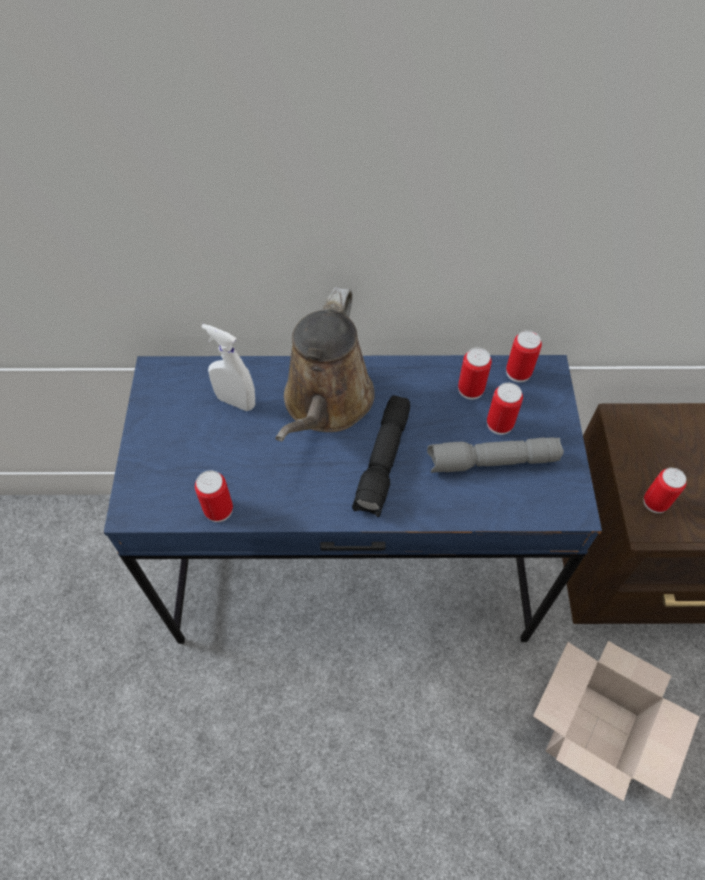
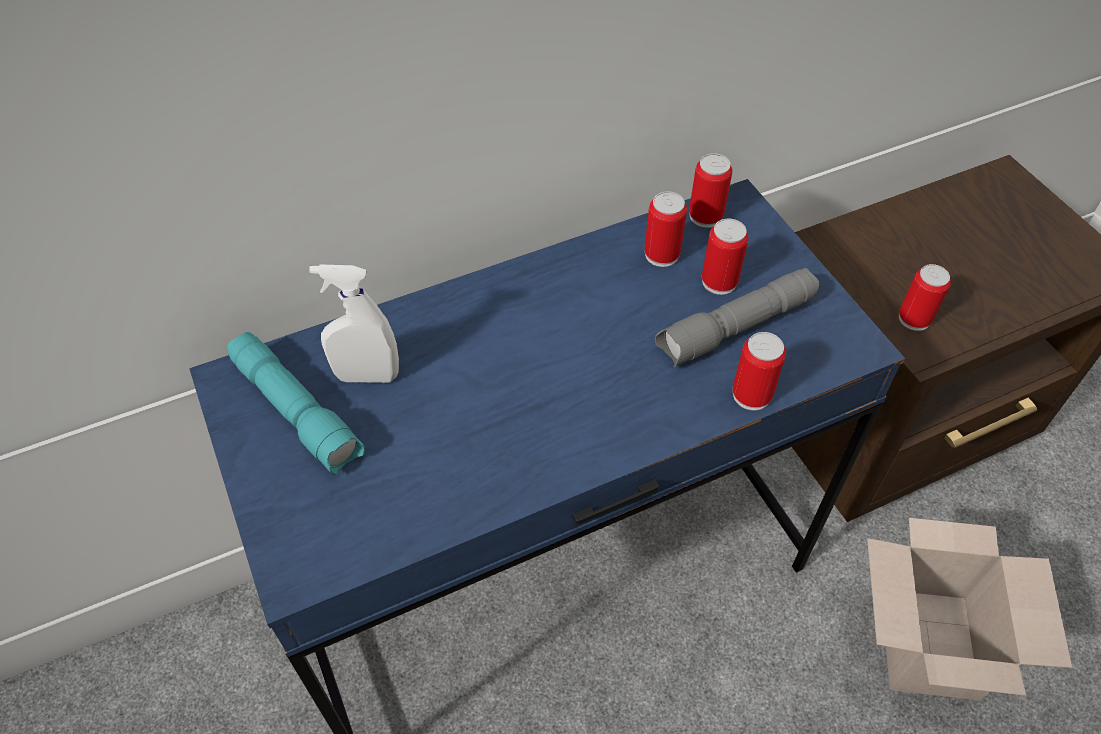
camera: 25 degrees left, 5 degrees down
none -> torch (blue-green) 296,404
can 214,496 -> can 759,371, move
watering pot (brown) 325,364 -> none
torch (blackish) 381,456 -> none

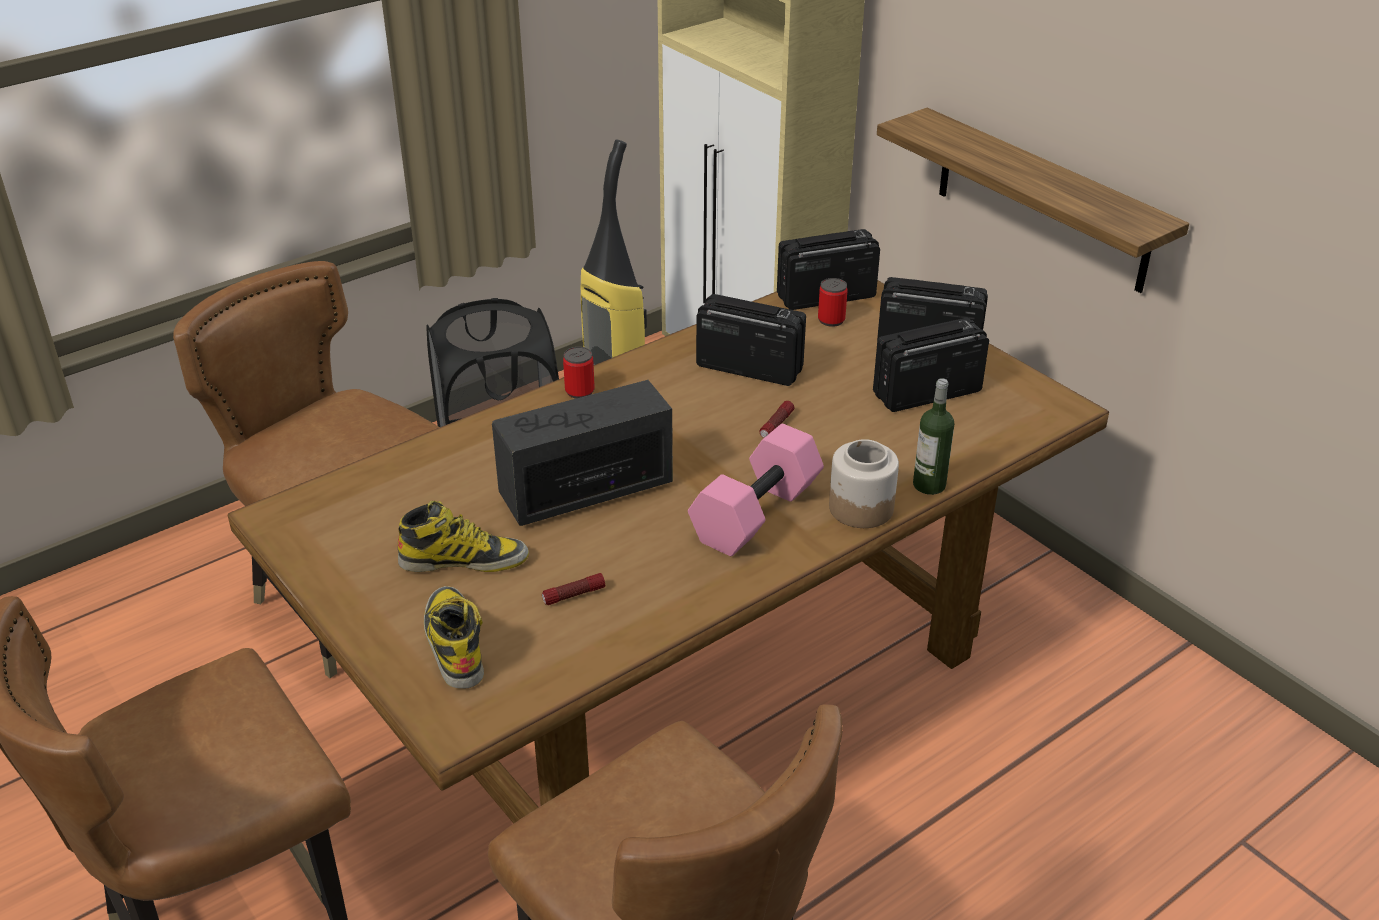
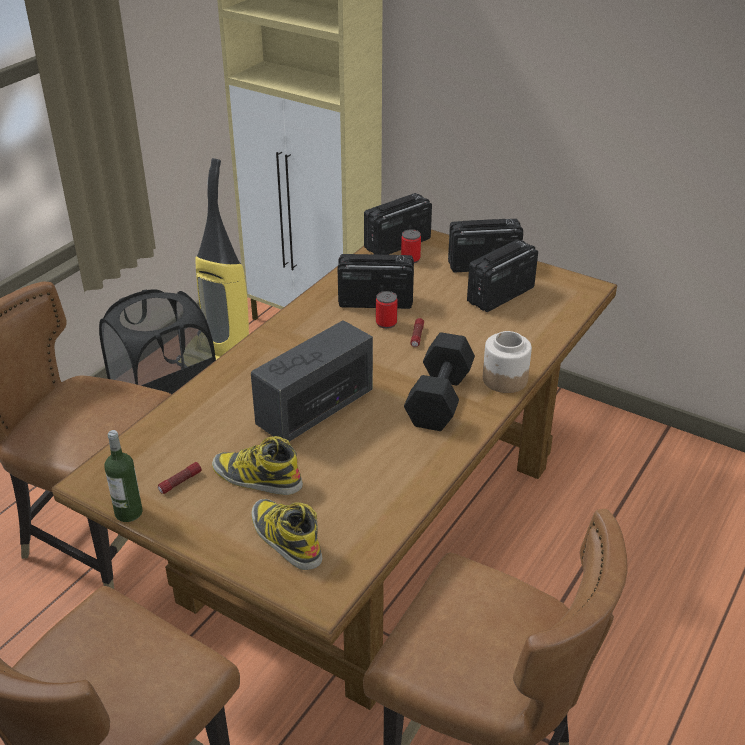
camera: 20 degrees left, 0 degrees up
bottle 933,436 -> bottle 123,476, move
torch 573,589 -> torch 180,478, move
high-top boot 463,536 -> high-top boot 257,465, 135 degrees counterclockwise
can 579,373 -> can 387,310, move
dumbbell (pink) 756,490 -> dumbbell (blackish) 439,381
shelf 1033,200 -> none

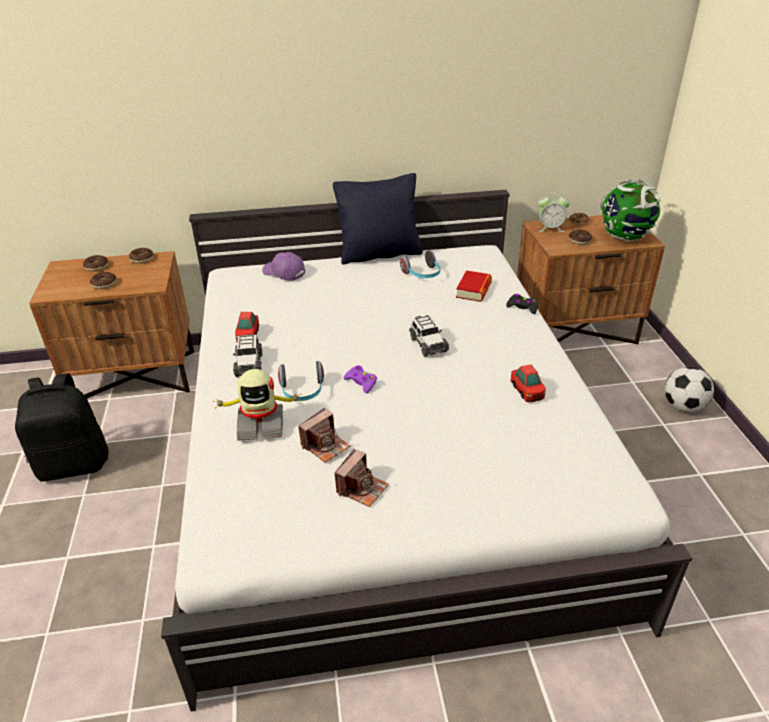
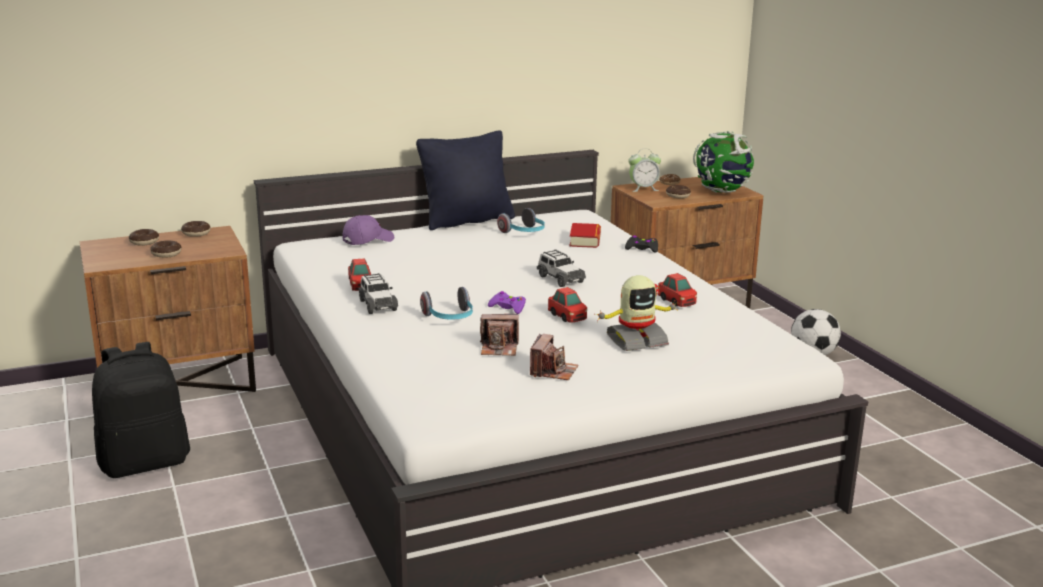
camera: 15 degrees left, 15 degrees down
peaked cap (purple-coloured) 283,266 -> peaked cap (purple-coloured) 368,230, 120 degrees clockwise
still camera 324,435 -> still camera 499,335, 60 degrees clockwise
none -> model car 567,304
toy robot 257,405 -> toy robot 637,313, move

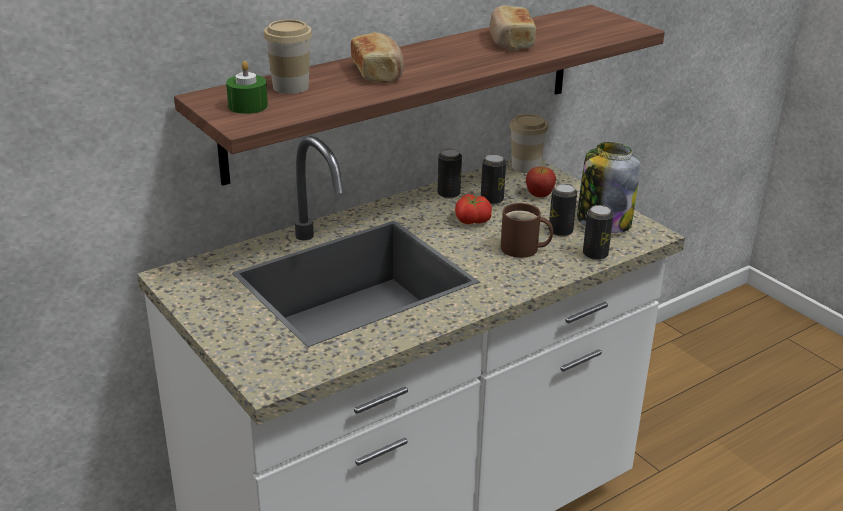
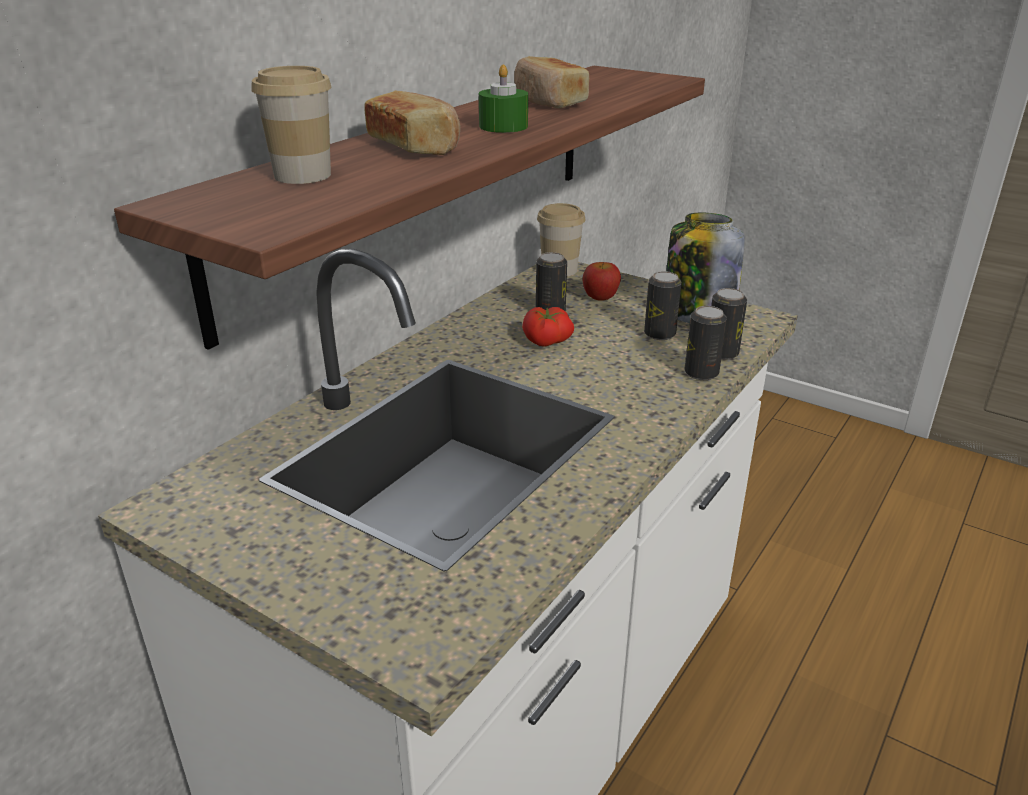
camera: 20 degrees left, 0 degrees up
wax candle (greenish) 247,87 -> wax candle (greenish) 503,98, move
can 450,173 -> can 705,343, move
tea mug (brown) 527,230 -> none

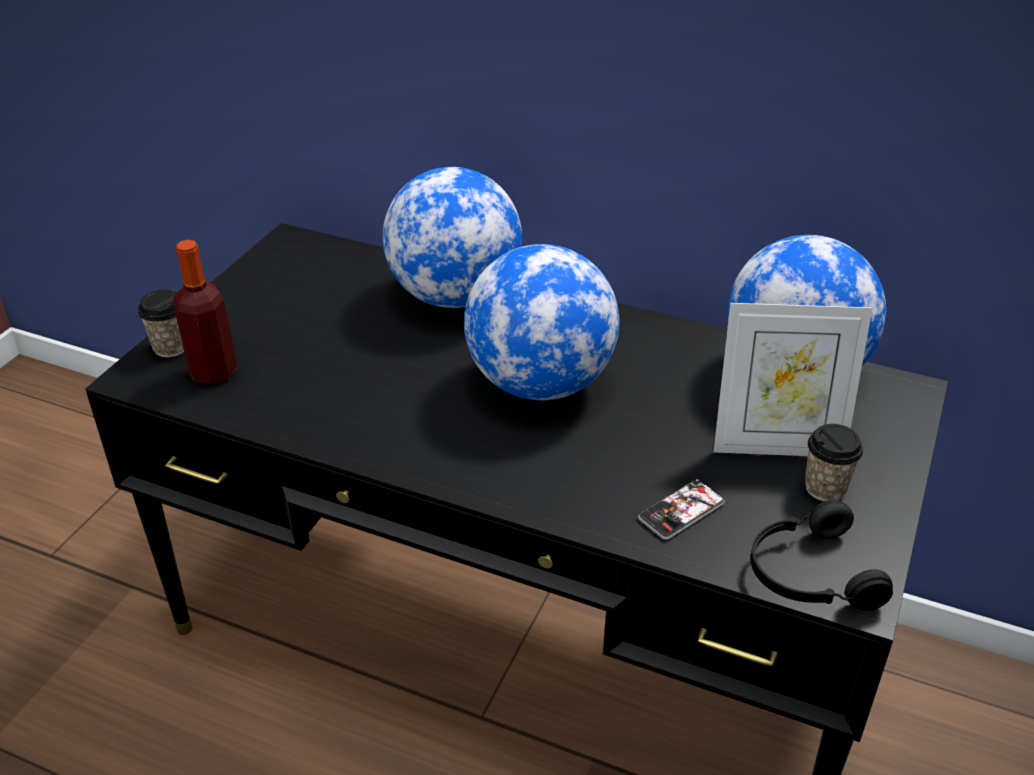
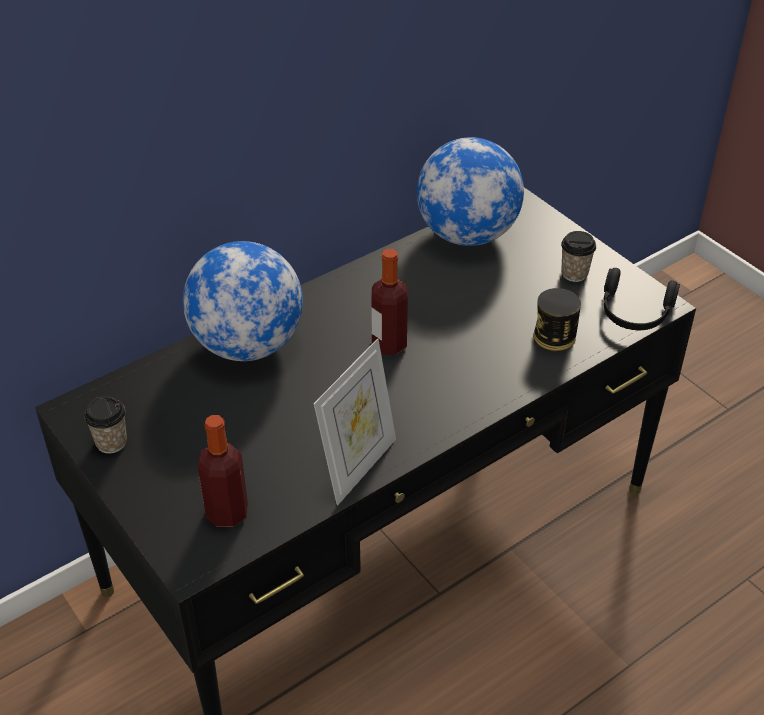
camera: 60 degrees left, 5 degrees up
cup 161,323 -> cup 105,425, move
standing frame 793,379 -> standing frame 355,421, move
globe 541,322 -> bottle 389,302
handset 681,509 -> can 557,319

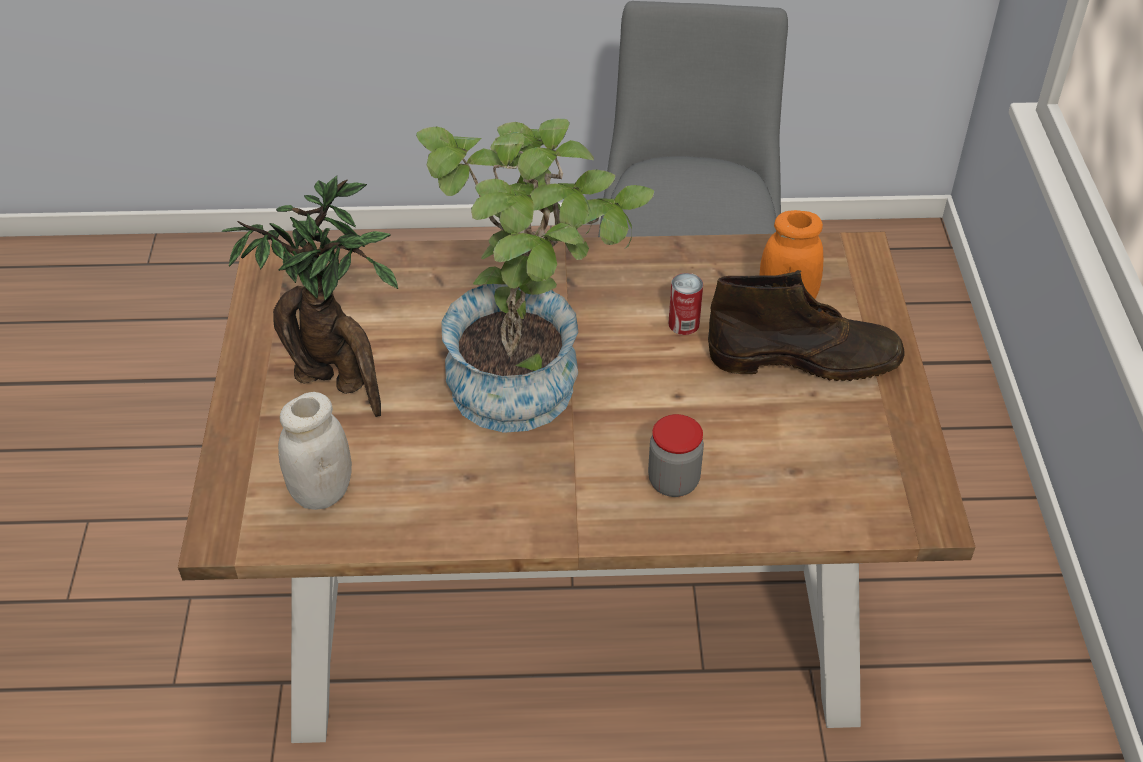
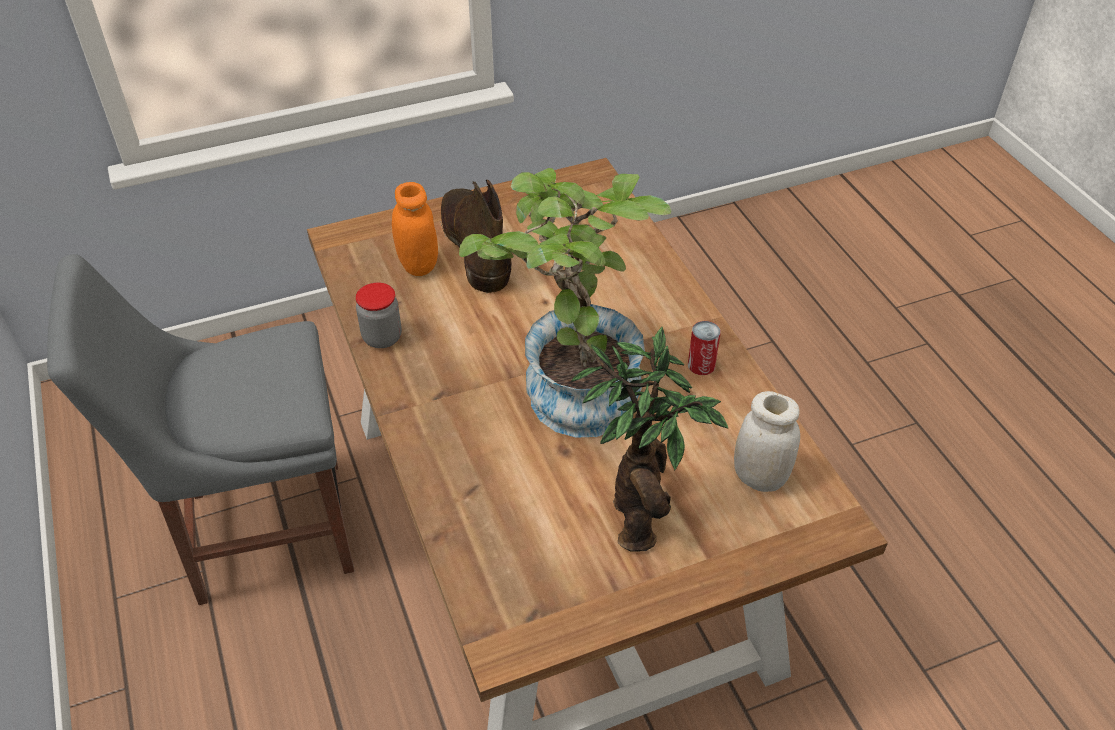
camera: 110 degrees left, 0 degrees up
preserve jar 676,455 -> preserve jar 379,315, move
can 685,304 -> can 704,348, move

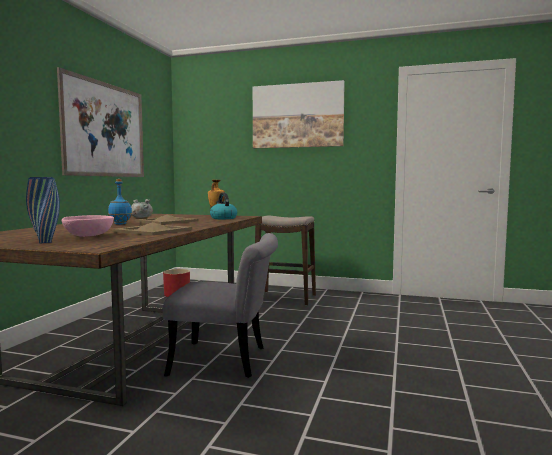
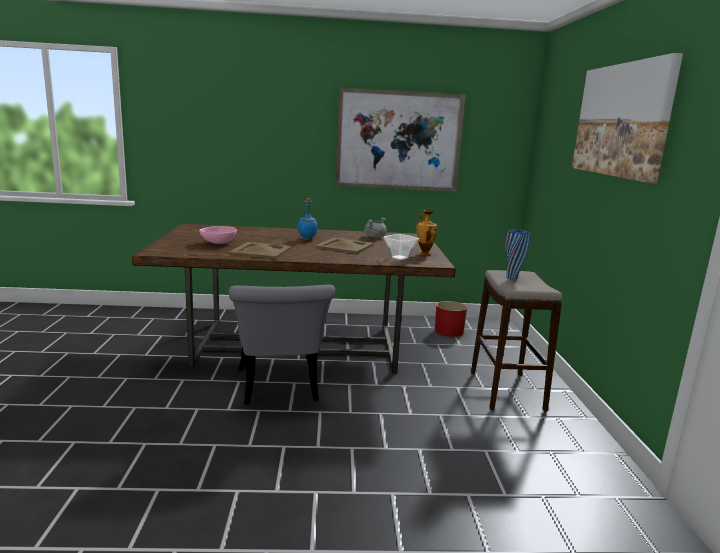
camera: 70 degrees right, 10 degrees up
water kettle 223,206 -> deep dish 401,247
flower vase (blue-coloured) 43,210 -> flower vase (blue-coloured) 517,254, move

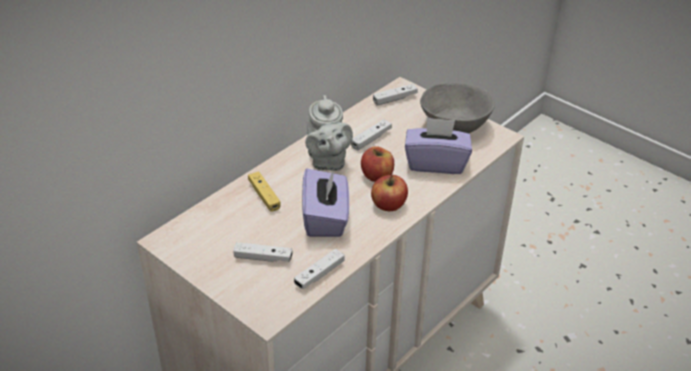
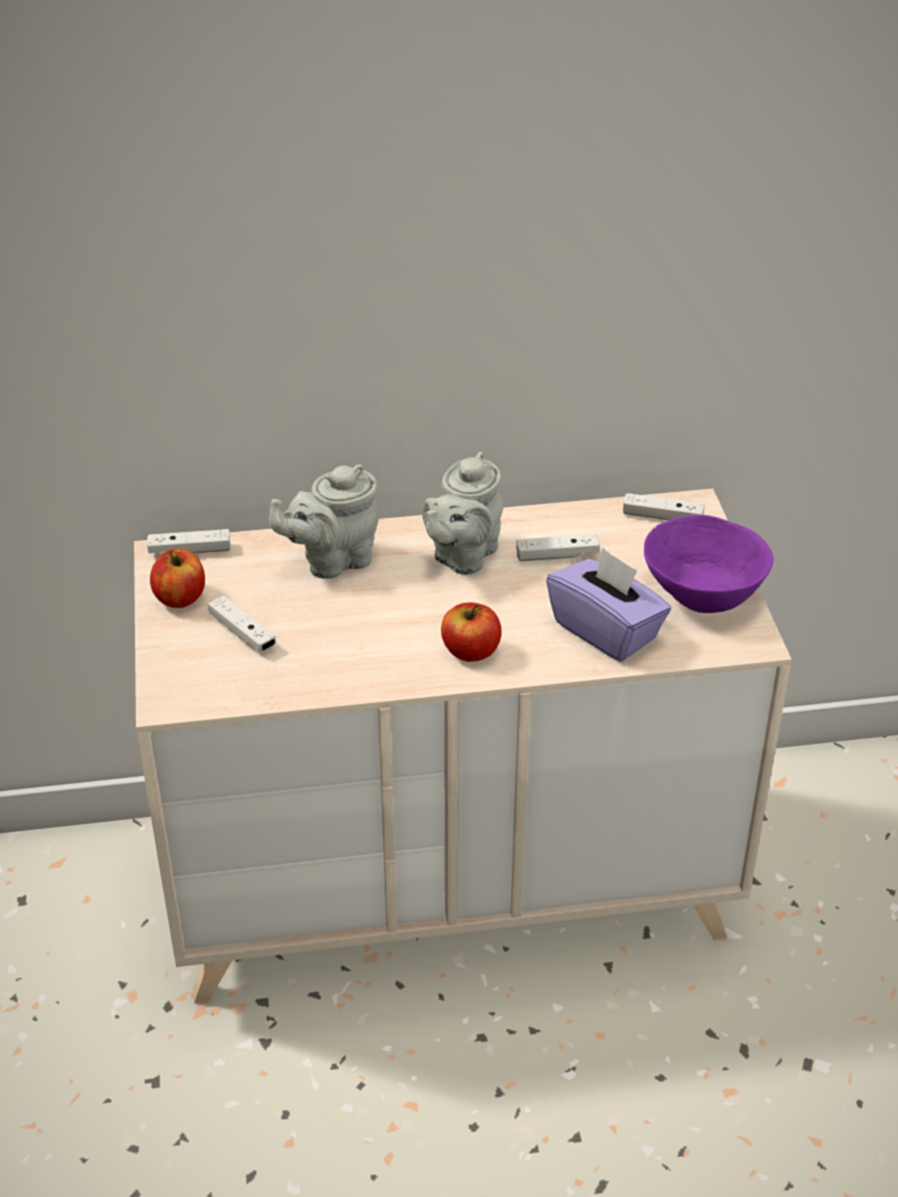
camera: 40 degrees right, 0 degrees up
gamepad (whitish) 319,269 -> gamepad (whitish) 189,541, move
apple 377,164 -> apple 177,578, move
gamepad (yellowish) 264,191 -> tea pot (greyish) 324,521
deep dish (greyish) 457,108 -> deep dish (purple-coloured) 708,564
tissue box (purple-coloured) 325,203 -> none

